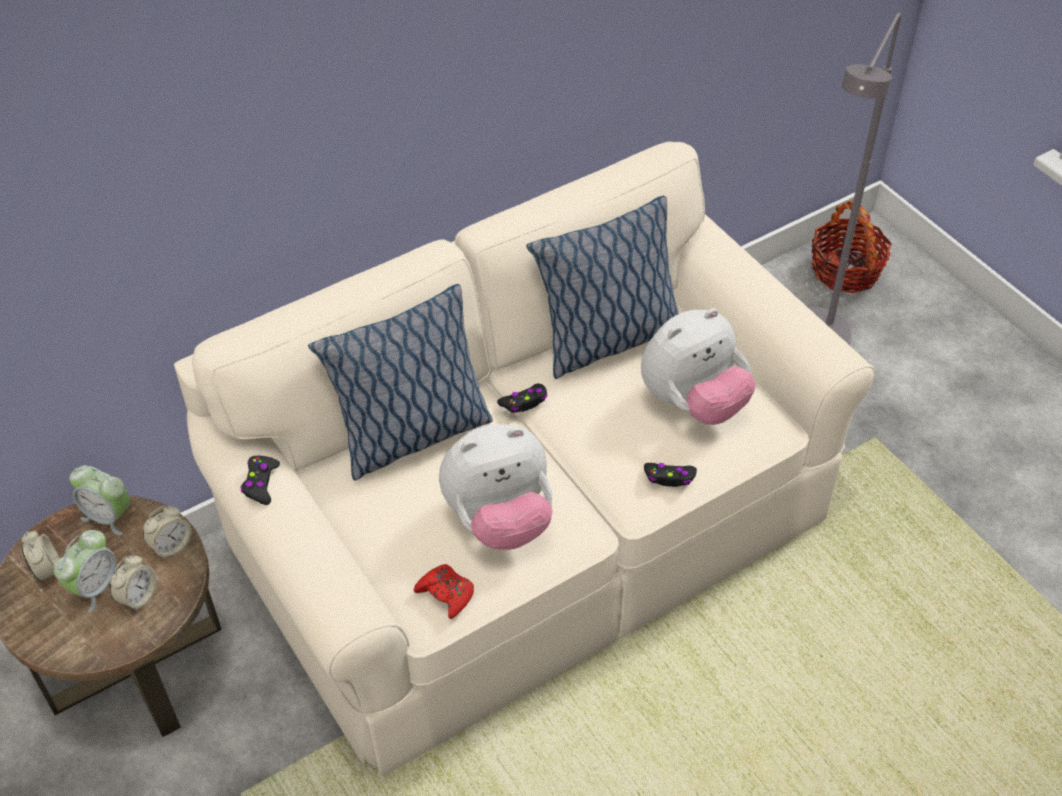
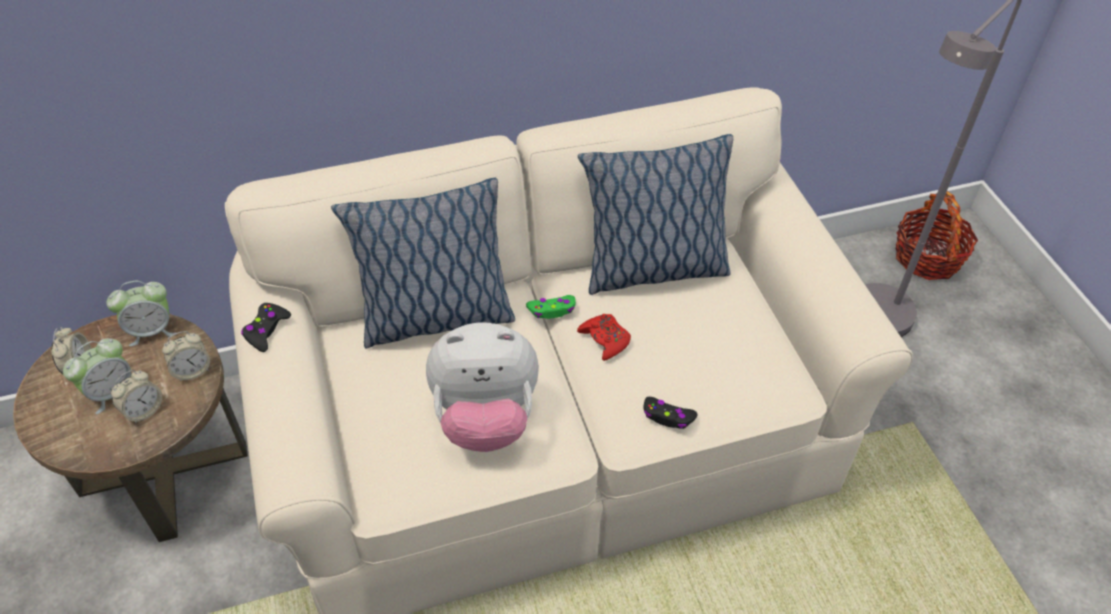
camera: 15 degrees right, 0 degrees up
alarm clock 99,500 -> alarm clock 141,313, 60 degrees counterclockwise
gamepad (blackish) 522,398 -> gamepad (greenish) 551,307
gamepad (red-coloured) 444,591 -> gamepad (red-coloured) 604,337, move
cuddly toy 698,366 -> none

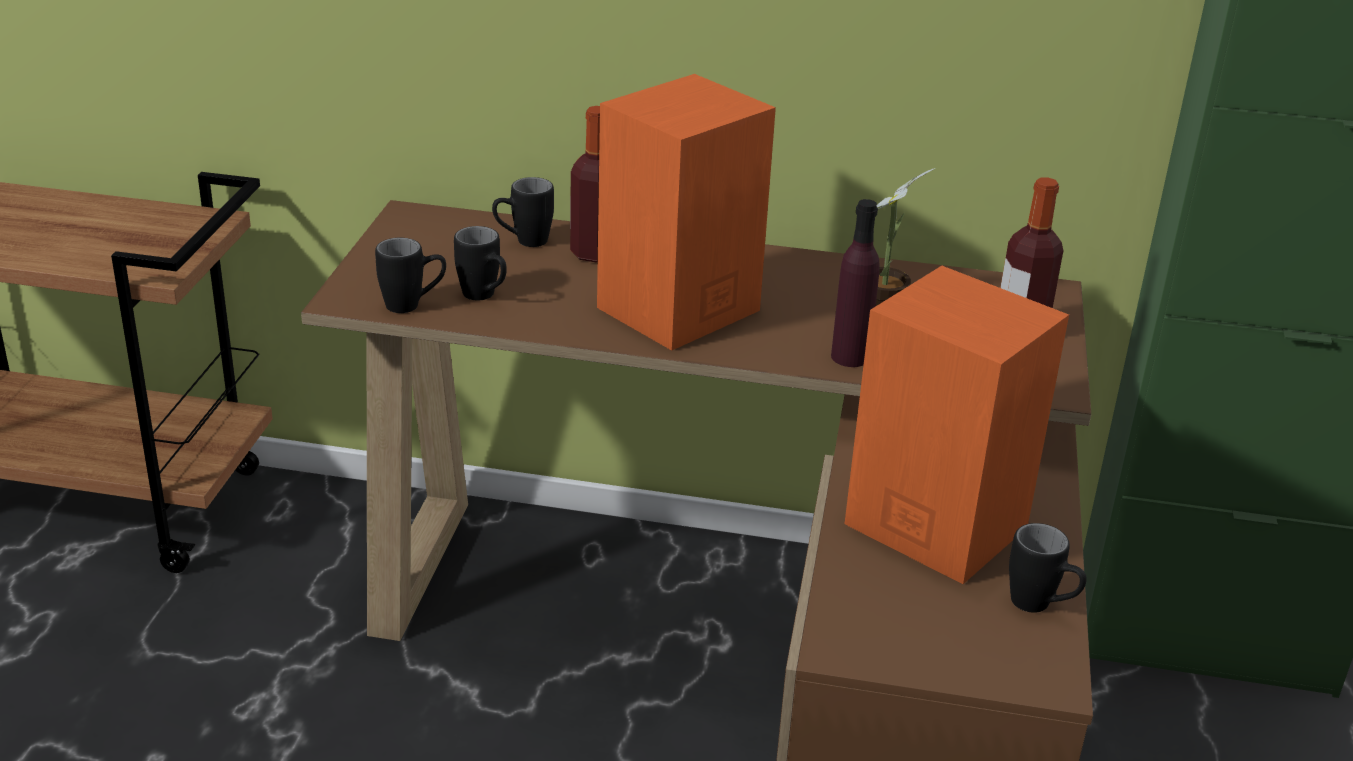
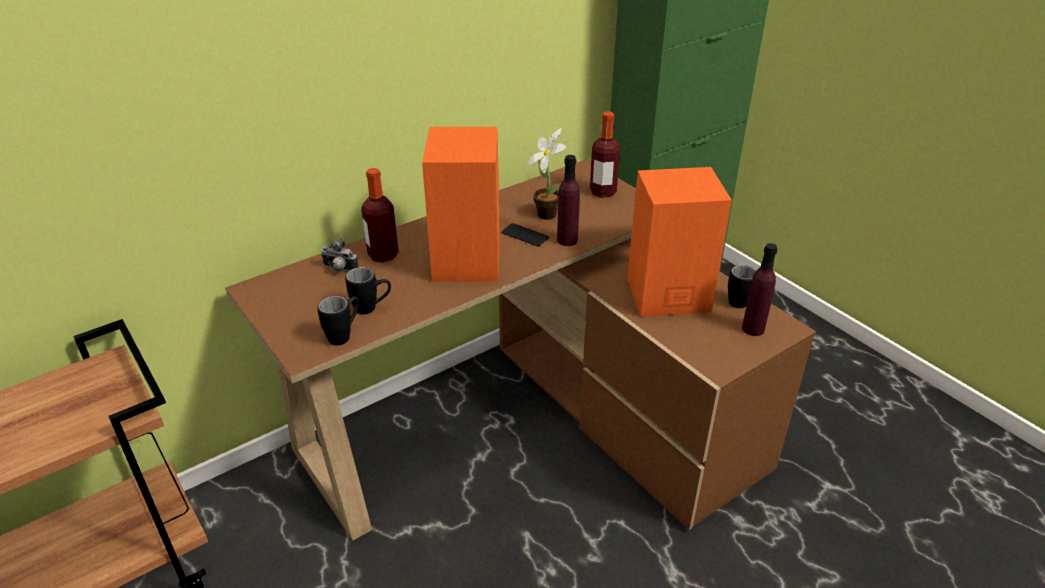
camera: 45 degrees left, 5 degrees up
tea mug (blackish) 523,212 -> still camera 339,255
none -> handset 525,234
none -> bottle (purple-coloured) 760,289

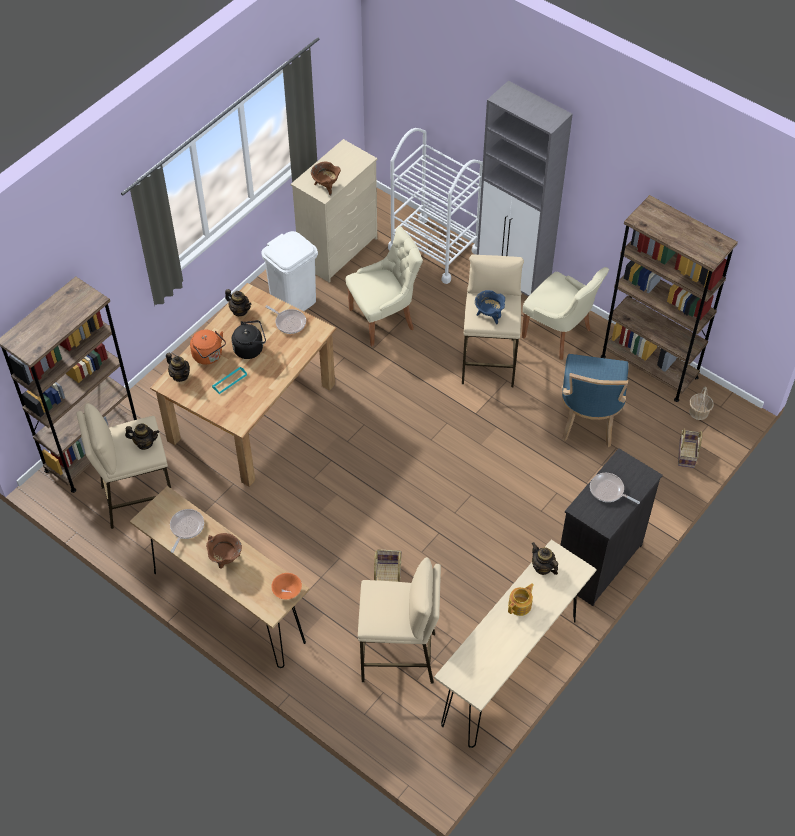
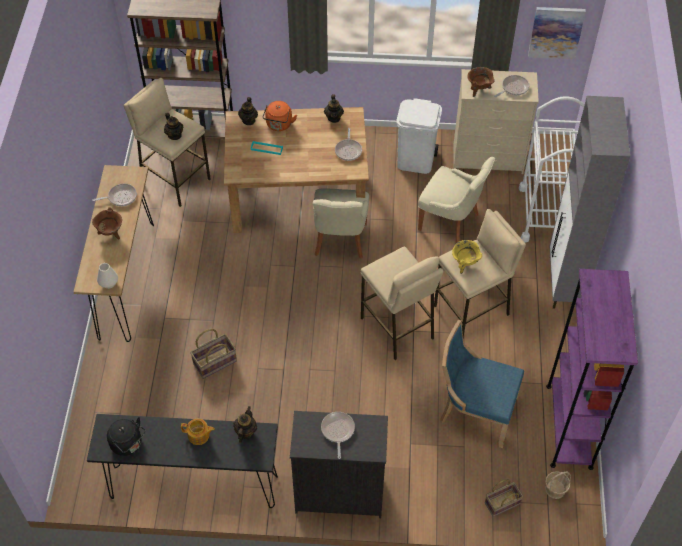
camera: 55 degrees right, 0 degrees up
hall table (beige-coloured) 515,644 -> hall table (blackish) 182,461
deep dish (orange-coloured) 286,586 -> flower vase (whitish) 107,276
water kettle (blackish) 249,339 -> water kettle (blackish) 126,436, move
plain chair (beige-coloured) 565,313 -> plain chair (beige-coloured) 341,224, move
sitting stool (beige-coloured) 399,620 -> sitting stool (beige-coloured) 402,303, move
plain chair (blue-coloured) 595,400 -> plain chair (blue-coloured) 482,384, 45 degrees clockwise
stockpot (blue-coloured) 490,307 -> stockpot (yellowish) 467,257
none -> frying pan 511,86
none -> wall picture 557,33
shelving unit (brown) 669,298 -> shelving unit (purple-coloured) 592,369

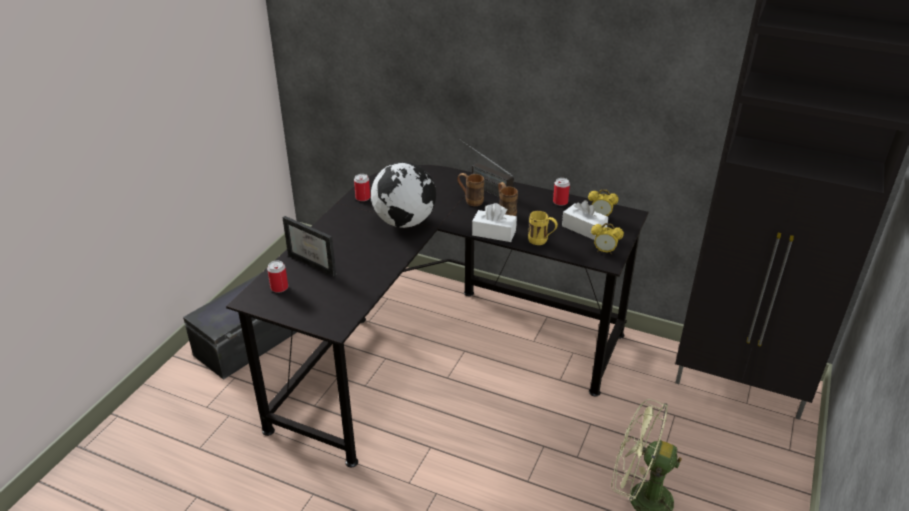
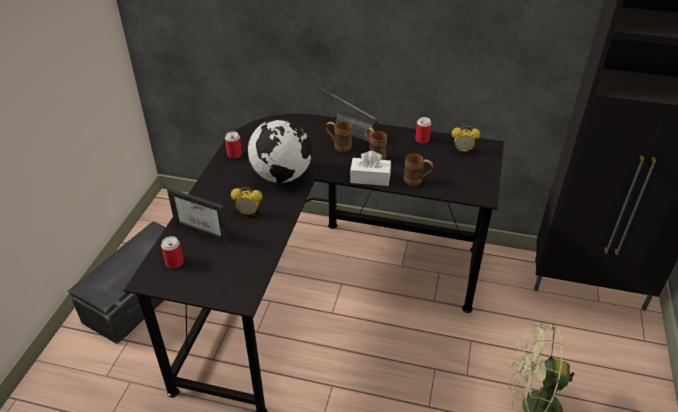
camera: 10 degrees left, 5 degrees up
alarm clock 607,238 -> alarm clock 247,201, move
tea mug (yellowish) 543,228 -> tea mug (brown) 418,170
tissue box (whitish) 585,220 -> none

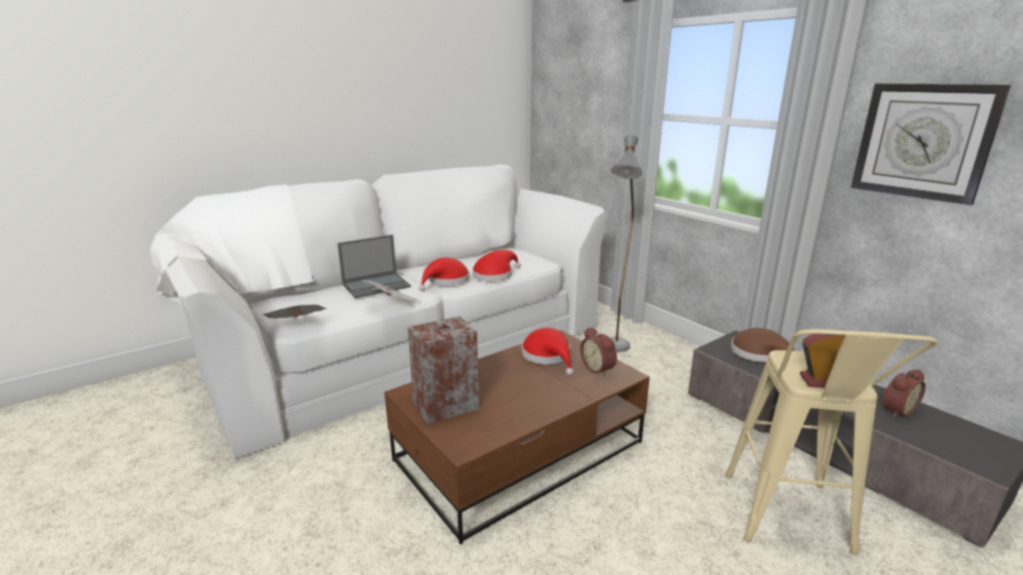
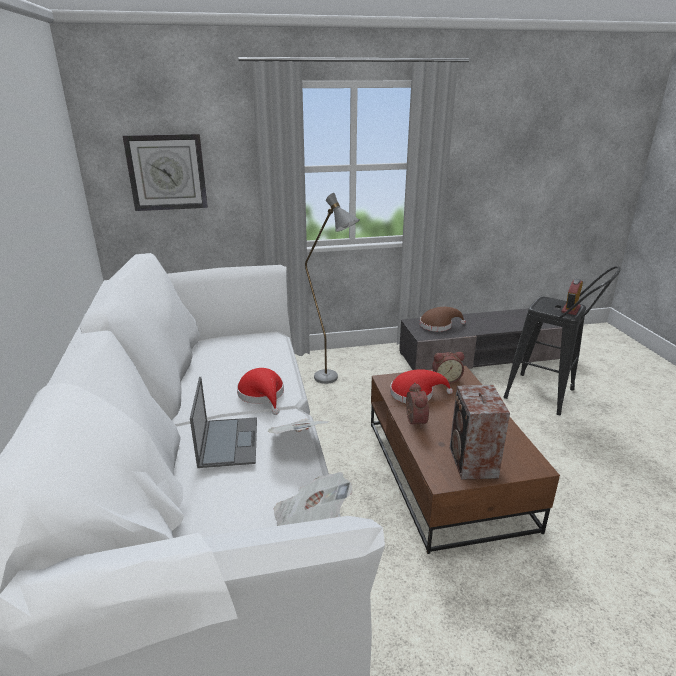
camera: 65 degrees left, 5 degrees up
wall clock 931,144 -> wall clock 165,172, move
alarm clock 904,393 -> alarm clock 417,406, move
sitting stool (beige-coloured) 831,442 -> sitting stool (blackish) 562,340
wearable hat (red-coloured) 496,265 -> none

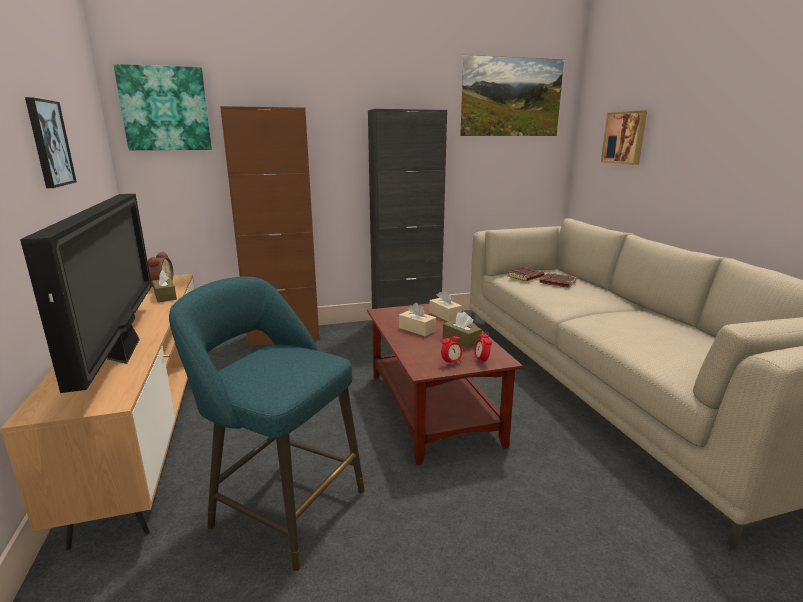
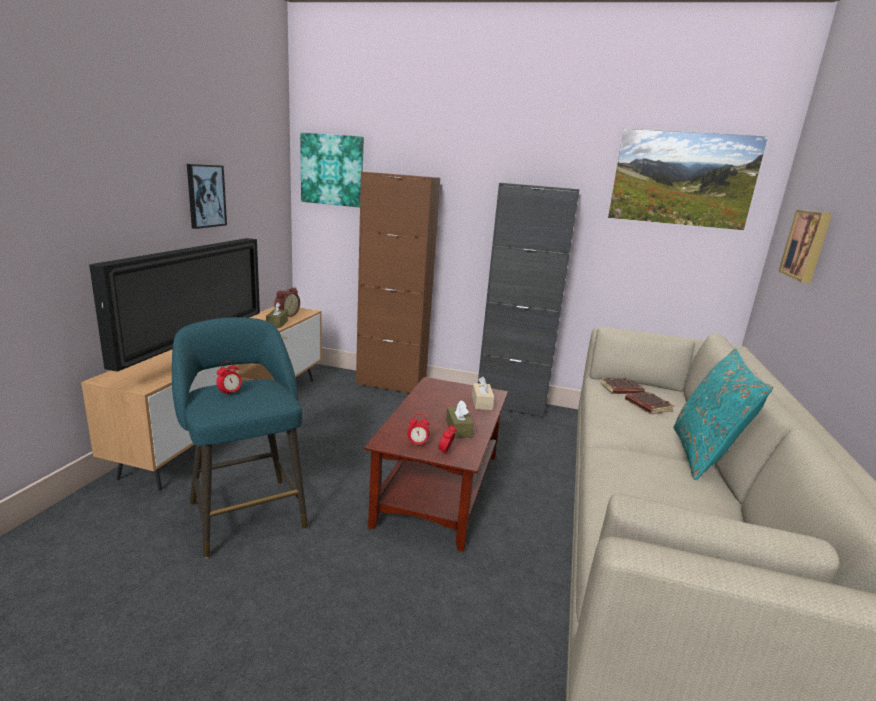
camera: 30 degrees right, 0 degrees up
none -> alarm clock 228,379
none -> cushion (blue-green) 723,414
tissue box (beige-coloured) 417,319 -> none

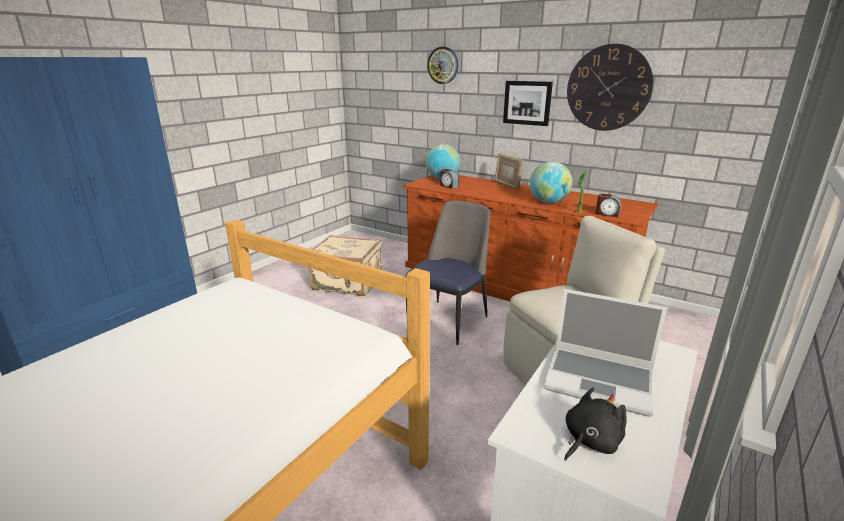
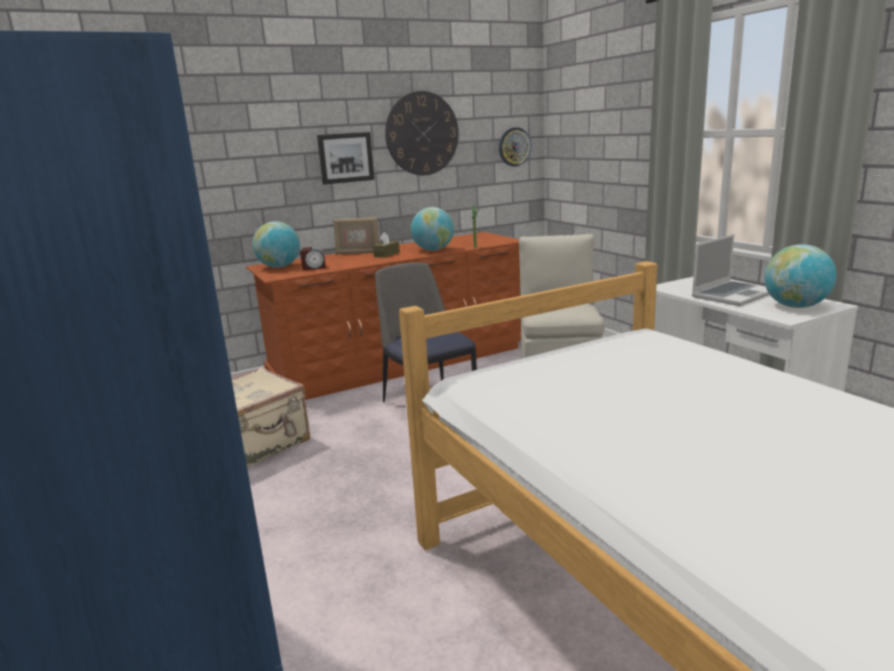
camera: 60 degrees left, 5 degrees down
none -> tissue box (brown) 386,245
wall clock 442,65 -> wall clock 515,147, move
cuddly toy (blackish) 595,424 -> globe 800,276
alarm clock 608,205 -> none

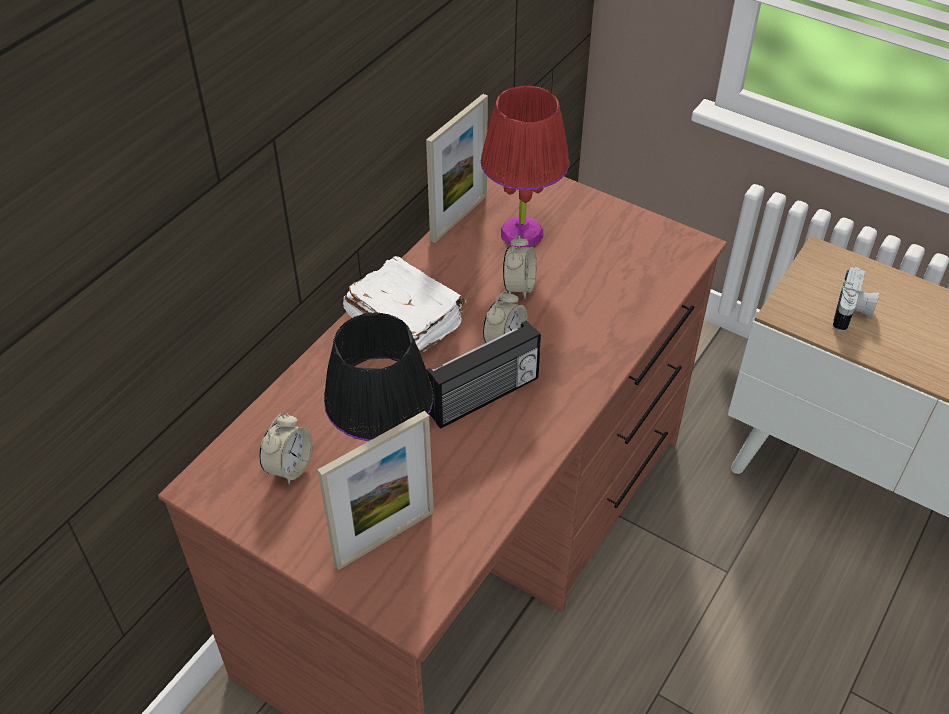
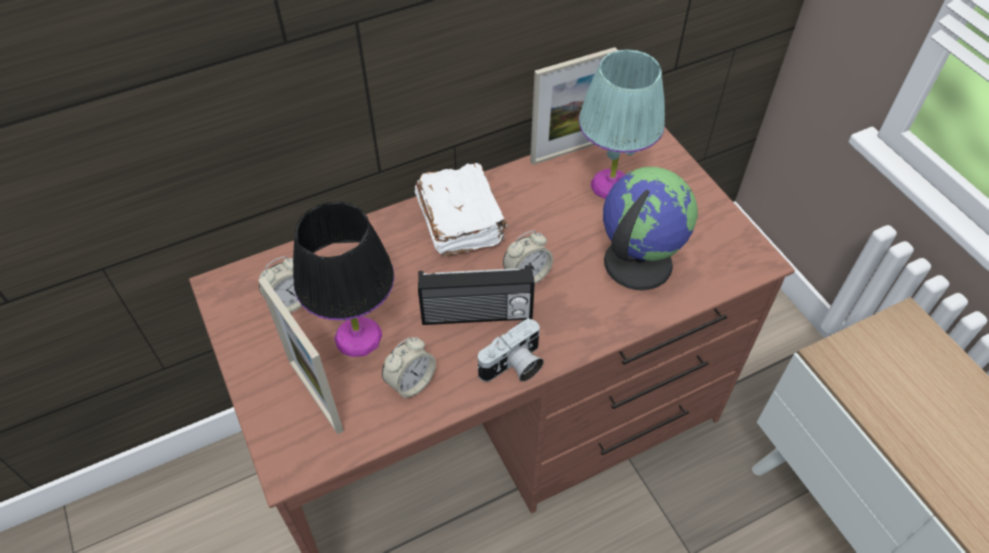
camera: 30 degrees right, 5 degrees up
standing frame 375,490 -> standing frame 301,355, 60 degrees clockwise
alarm clock 520,267 -> alarm clock 409,368, move
still camera 856,299 -> still camera 510,350, move
table lamp (red-coloured) 525,166 -> table lamp (blue-green) 622,124
none -> globe 650,228

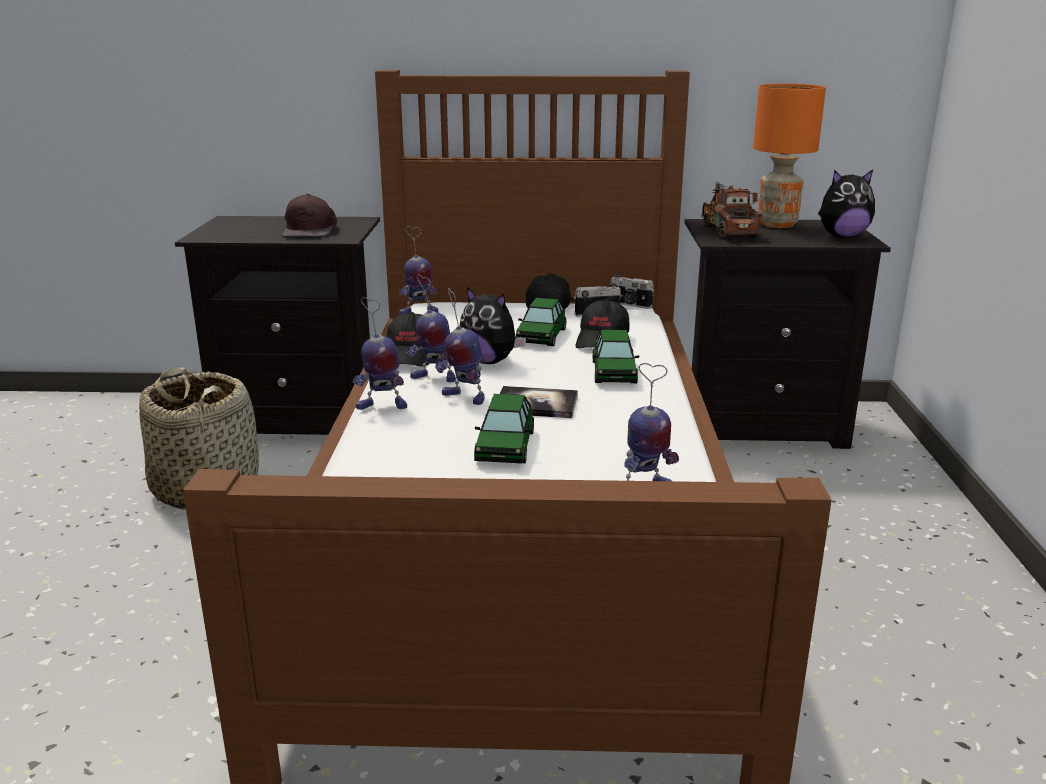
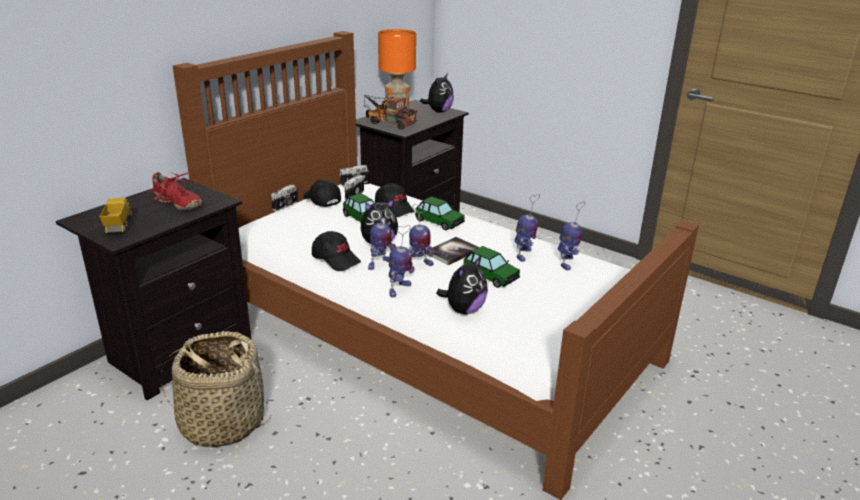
camera: 55 degrees left, 5 degrees up
none -> toy lorry 116,216
peaked cap (brown) 309,215 -> low shoe (red-coloured) 175,191
none -> still camera 284,198
none -> cuddly toy 462,285
toy robot 418,270 -> toy robot 527,228, move

